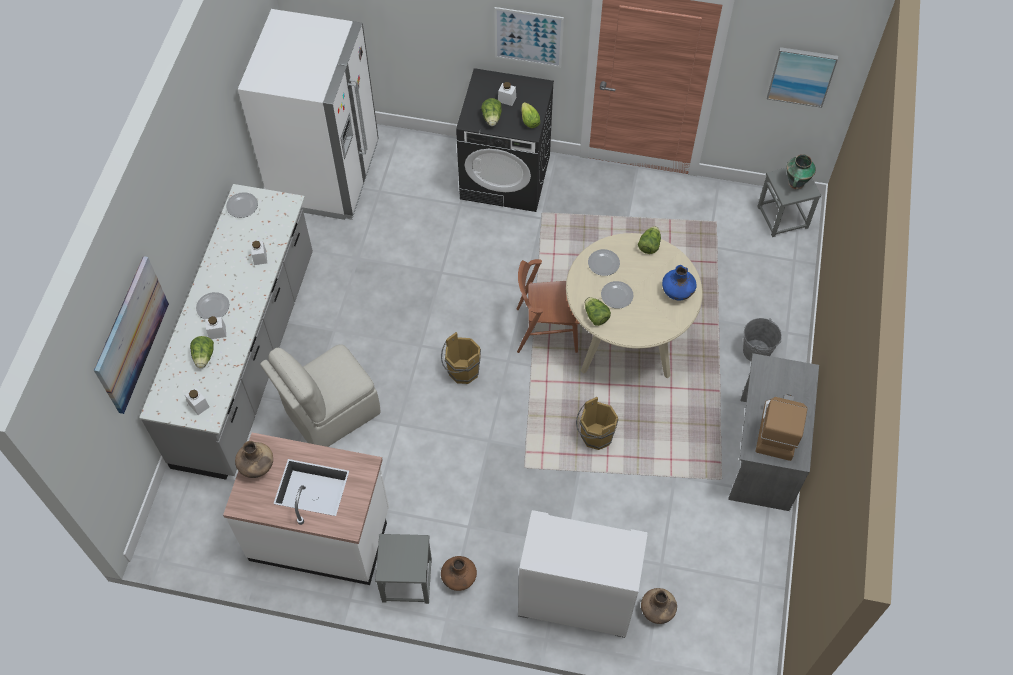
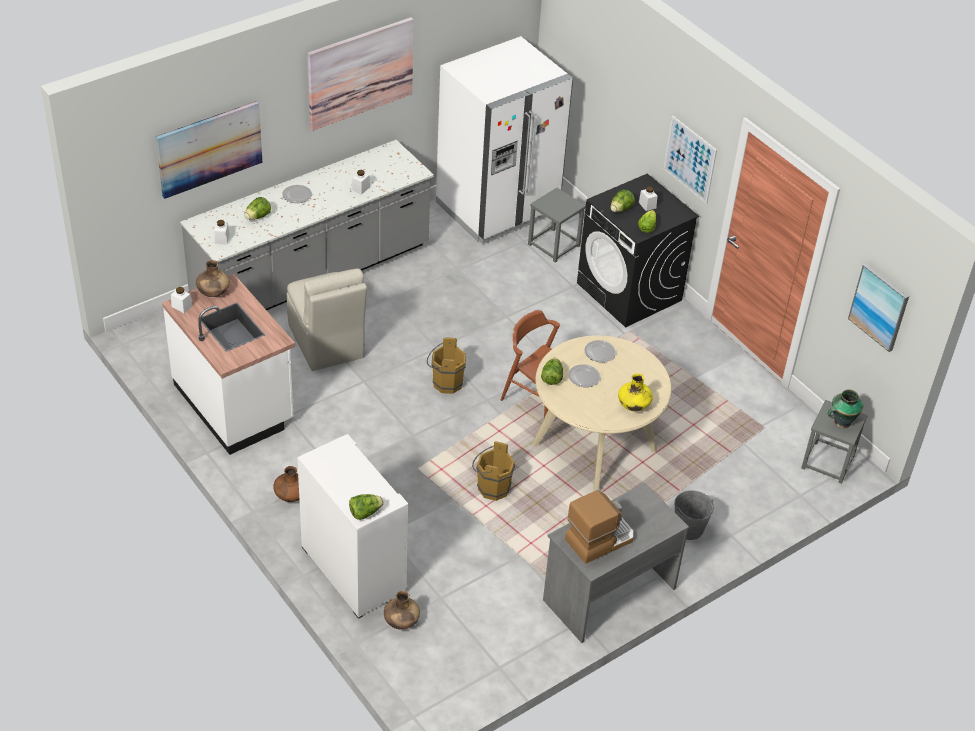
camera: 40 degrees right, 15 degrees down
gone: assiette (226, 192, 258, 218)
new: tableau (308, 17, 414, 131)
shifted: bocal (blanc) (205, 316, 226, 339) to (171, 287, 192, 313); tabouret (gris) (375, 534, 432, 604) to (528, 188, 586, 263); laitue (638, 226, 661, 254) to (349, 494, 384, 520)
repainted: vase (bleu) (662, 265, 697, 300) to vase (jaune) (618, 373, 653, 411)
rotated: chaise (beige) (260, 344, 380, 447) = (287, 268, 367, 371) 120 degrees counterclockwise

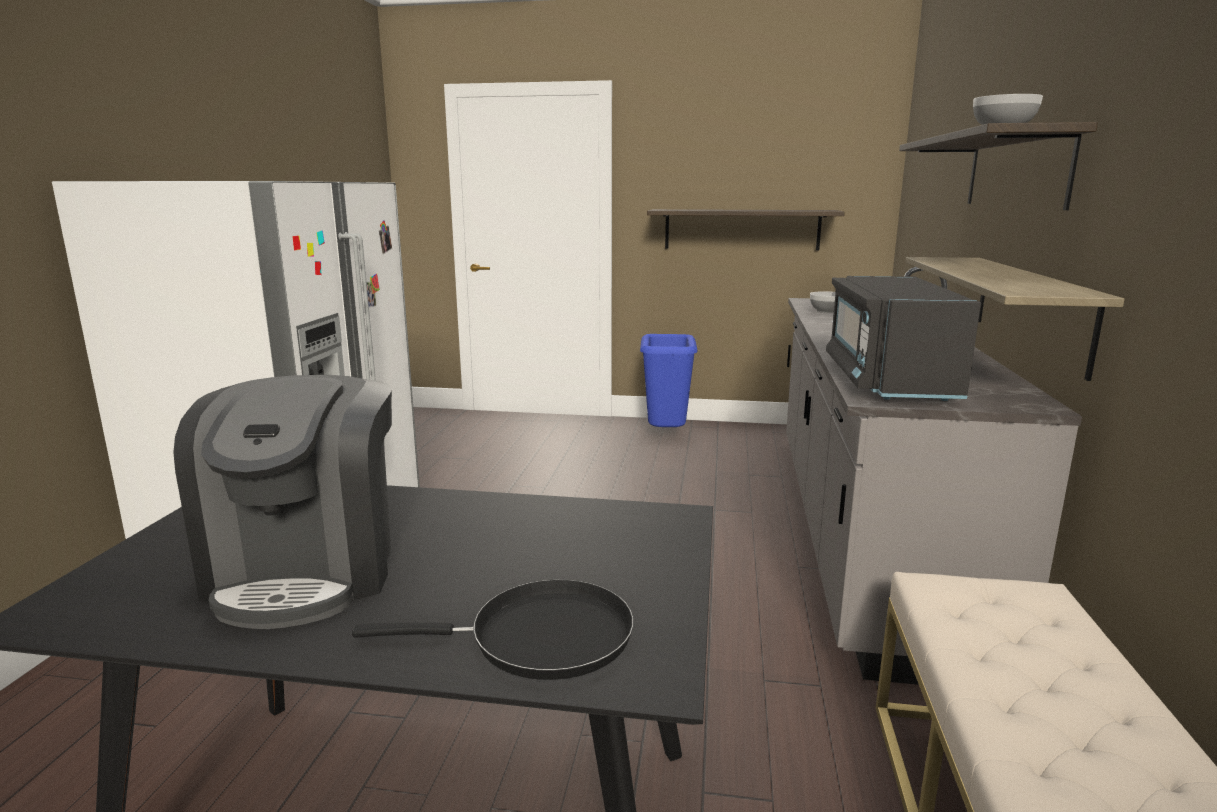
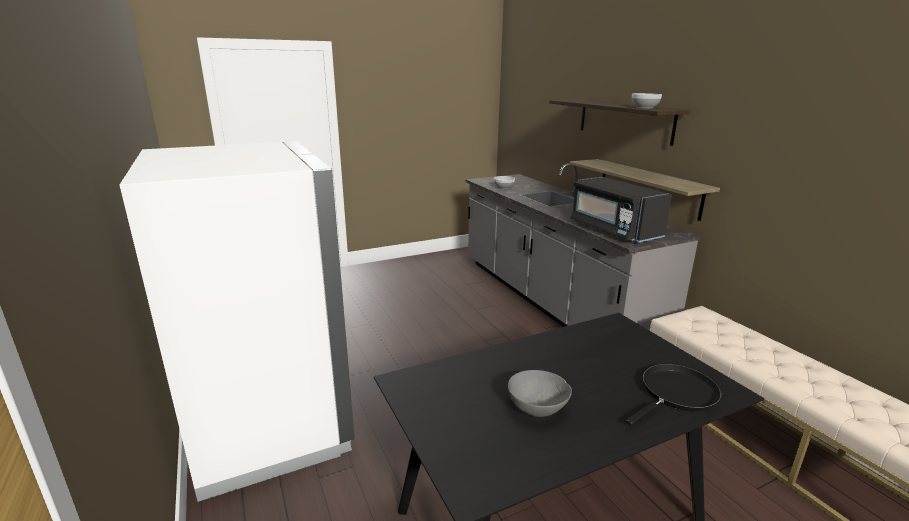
camera: 35 degrees left, 5 degrees up
gone: poubelle (bleu) (640, 334, 698, 427); étagère (647, 209, 845, 250)
swapped: machine à café (173, 375, 392, 629) to bol (gris) (508, 370, 572, 417)

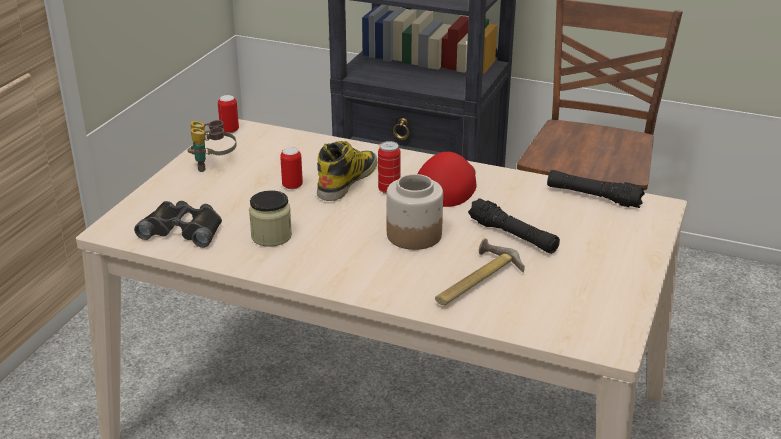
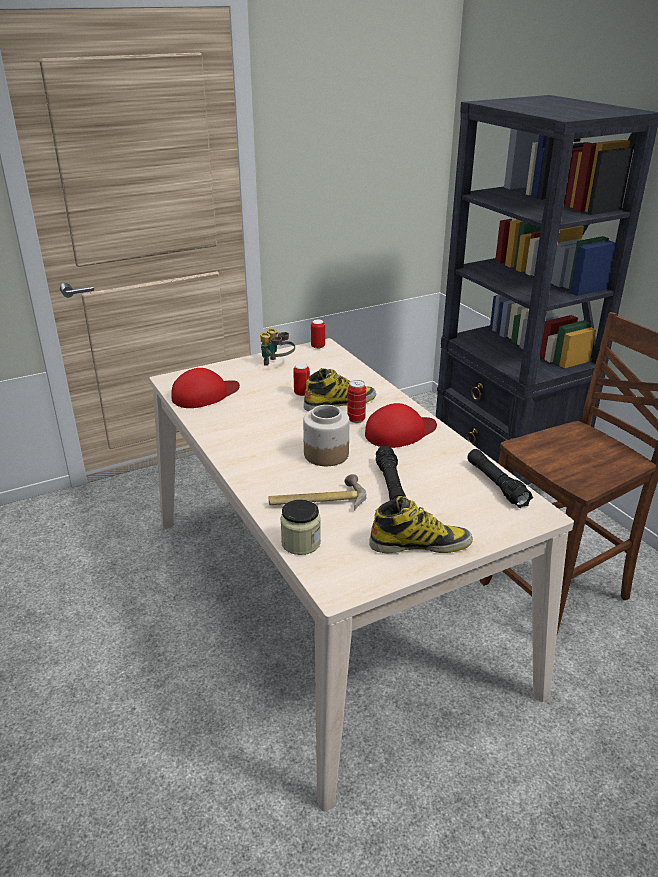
camera: 40 degrees right, 0 degrees up
new: botte (369, 496, 473, 554)
shifted: bocal (249, 190, 292, 247) to (280, 500, 321, 555)
swapped: jumelles (noir) (134, 201, 222, 248) to casquette (rouge) (171, 368, 240, 408)

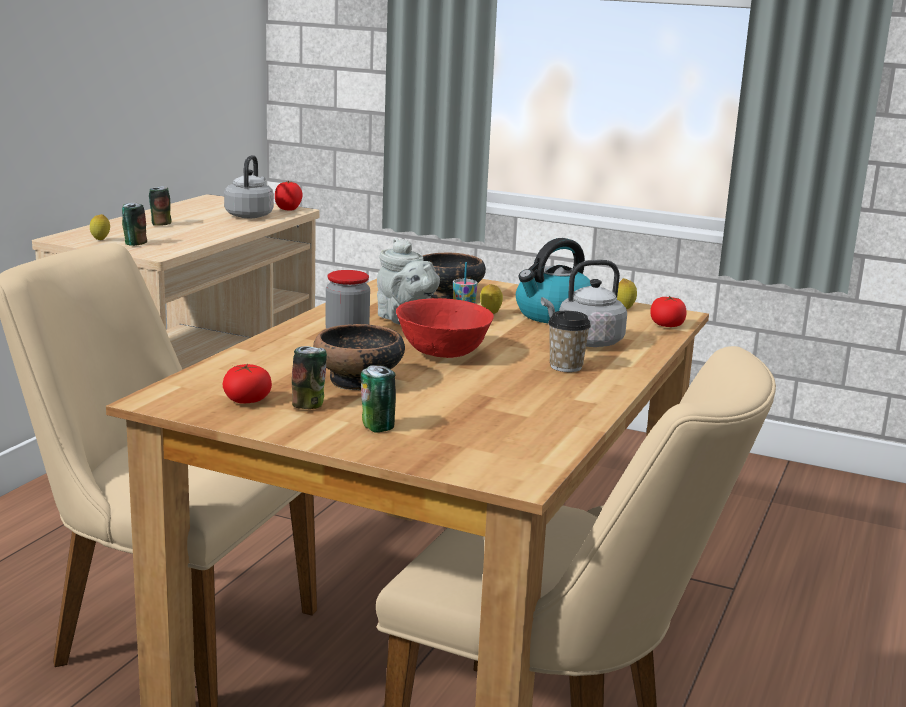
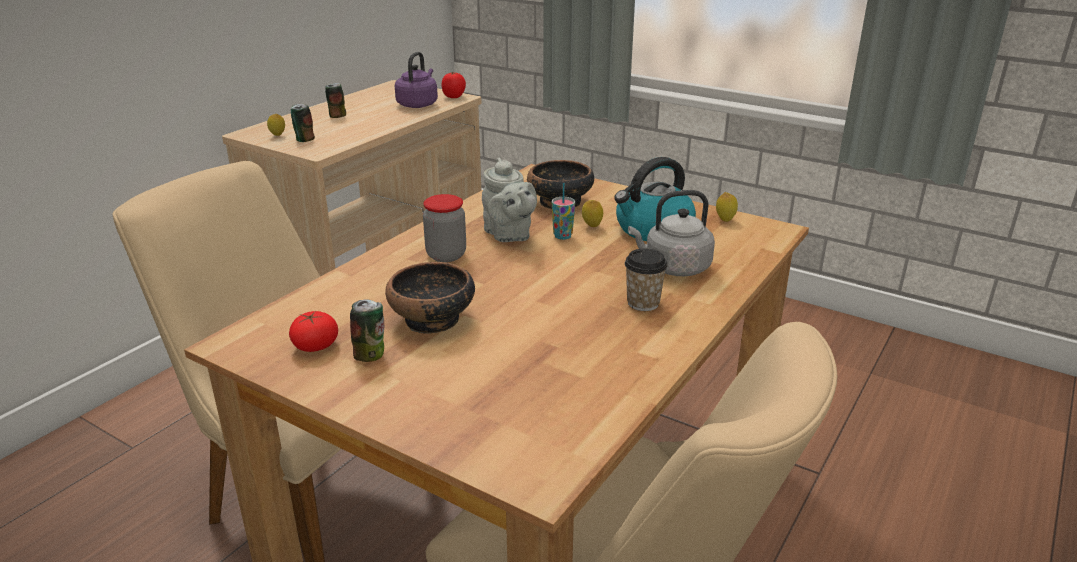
camera: 10 degrees right, 10 degrees up
gone: boîte métallique (361, 365, 396, 433); bol (rouge) (396, 298, 494, 358); tomate (650, 296, 687, 327)
repainted: bouilloire (gris) (224, 155, 274, 218) to bouilloire (violet) (395, 52, 438, 108)

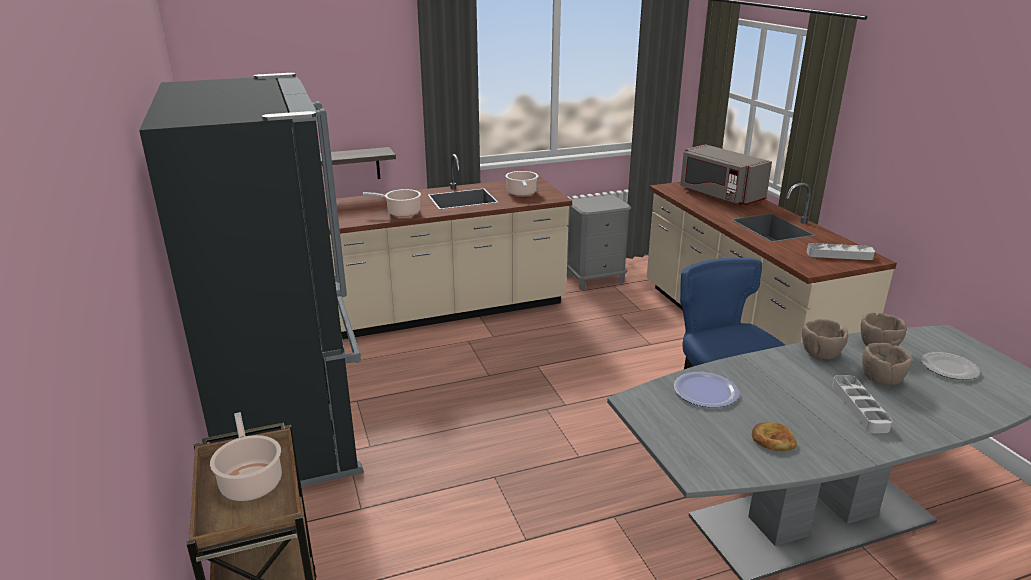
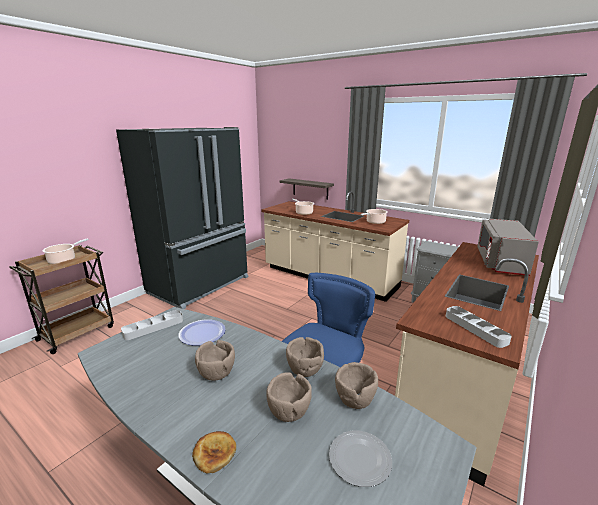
camera: 55 degrees right, 5 degrees down
new: bol (marron) (195, 340, 235, 381)
shifted: pain (752, 422, 797, 451) to (192, 431, 236, 473); plateau (gris) (832, 375, 892, 433) to (121, 310, 183, 340)

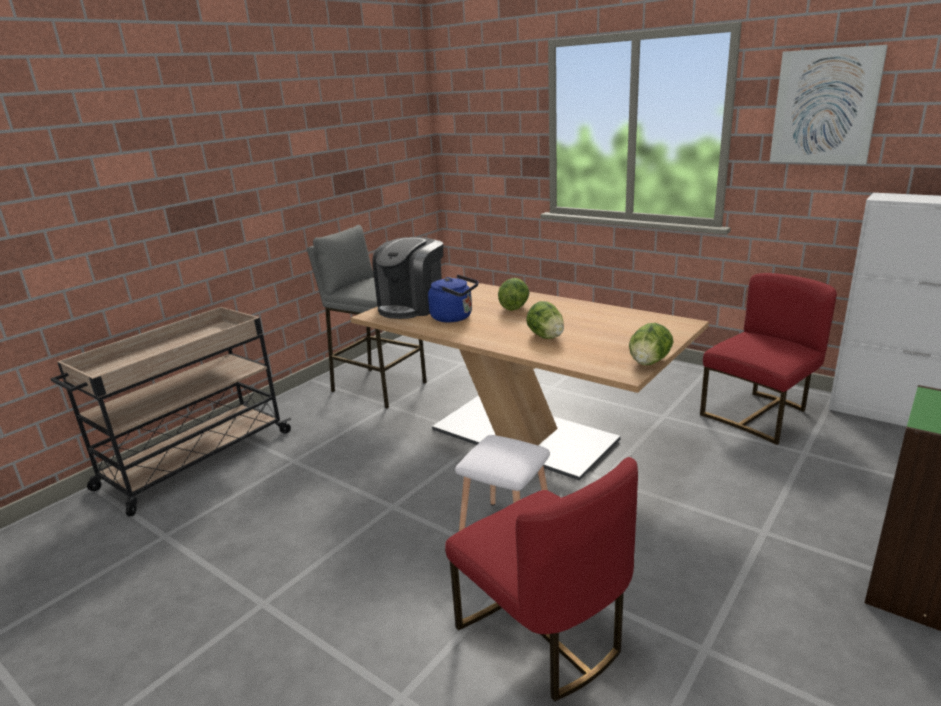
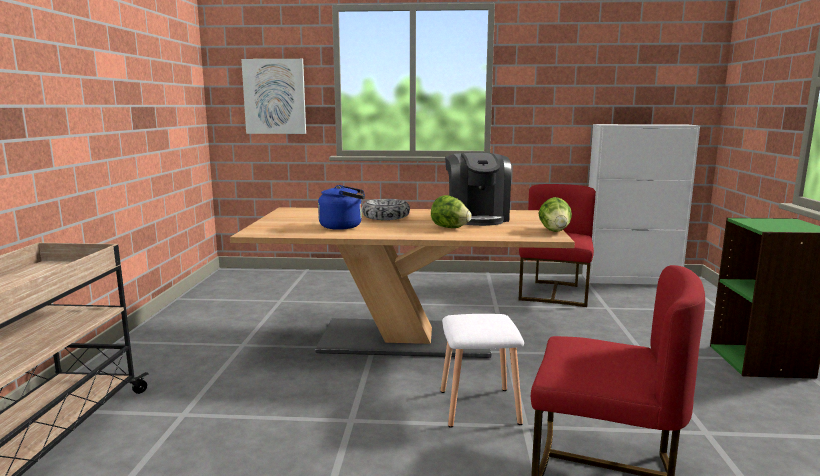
camera: 35 degrees left, 10 degrees down
gone: tabouret (gris) (307, 225, 427, 409)
shifted: machine à café (372, 237, 443, 319) to (445, 153, 511, 226); tableau (770, 45, 888, 164) to (241, 59, 306, 134)
swapped: laitue (498, 278, 530, 311) to bol (362, 199, 410, 220)

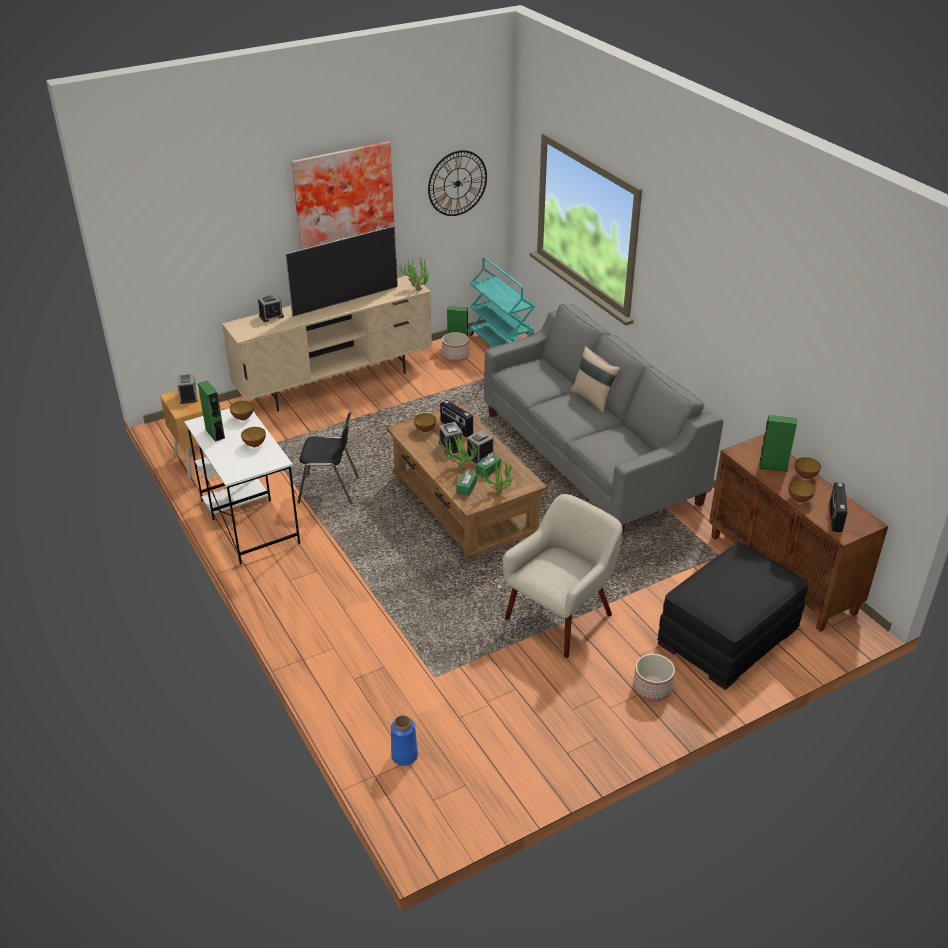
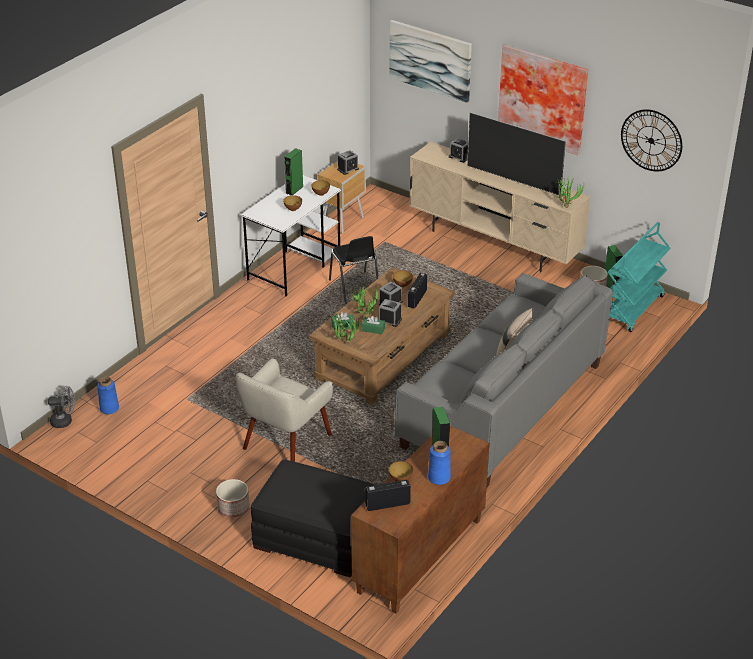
camera: 65 degrees right, 0 degrees up
new: ventilateur (gris) (48, 386, 75, 428); tableau (389, 20, 472, 103)
swapped: bol (794, 457, 821, 479) to vase (bleu) (428, 441, 451, 485)
rotated: fauteuil (beige) (503, 494, 622, 658) = (236, 358, 333, 462) 105 degrees clockwise

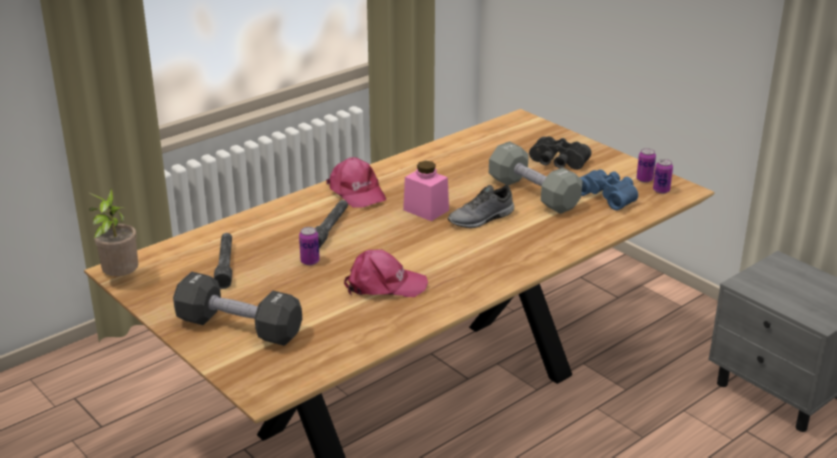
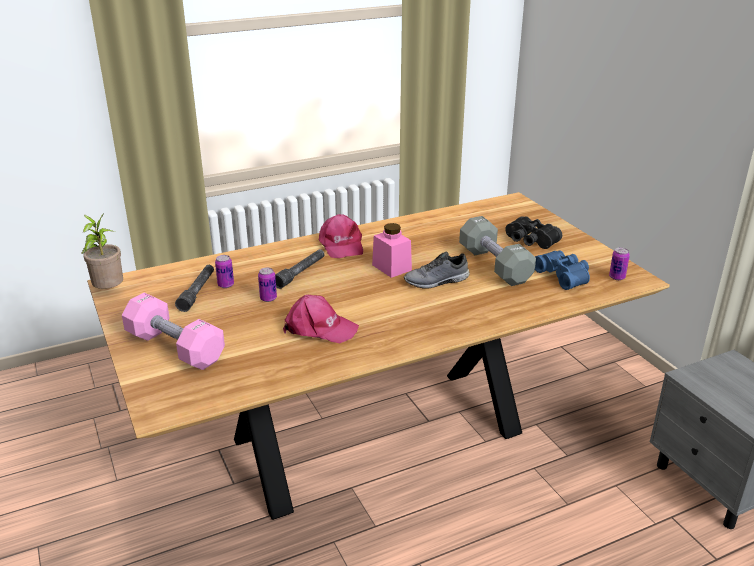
camera: 15 degrees right, 0 degrees up
shifted: boîte métallique (637, 148, 656, 183) to (215, 255, 234, 288)
repainted: haltère (noir) (173, 272, 302, 346) to haltère (rose) (122, 292, 225, 370)

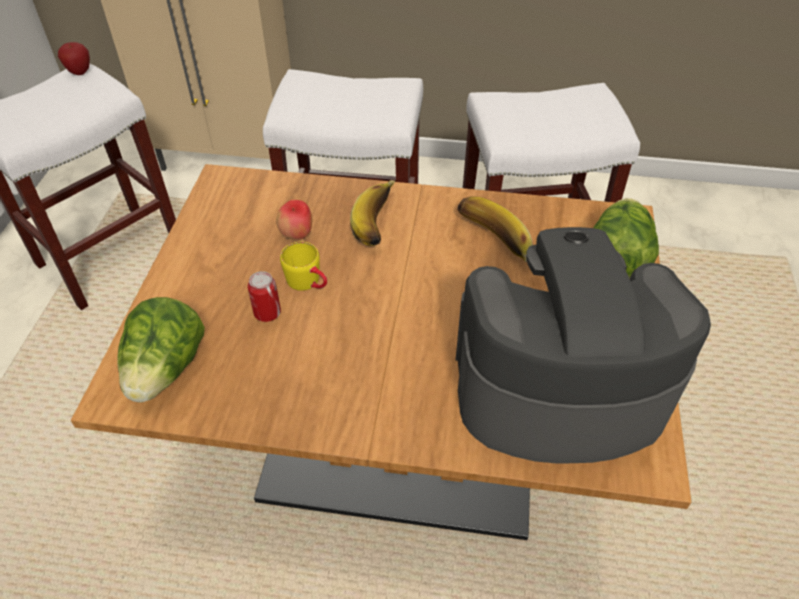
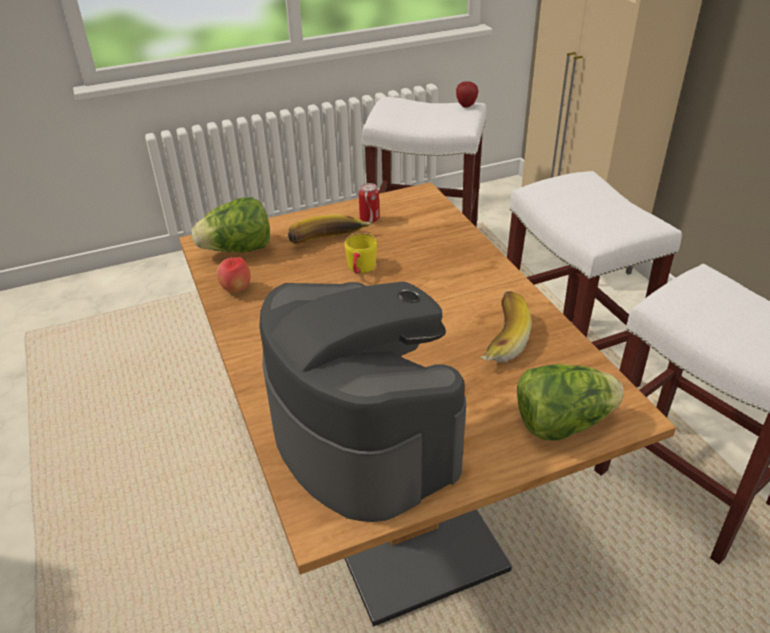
camera: 60 degrees right, 10 degrees down
shifted: boîte métallique (248, 271, 281, 322) to (359, 183, 380, 223); pomme (276, 200, 312, 239) to (216, 257, 251, 293); banane (350, 180, 396, 246) to (288, 214, 371, 244)

